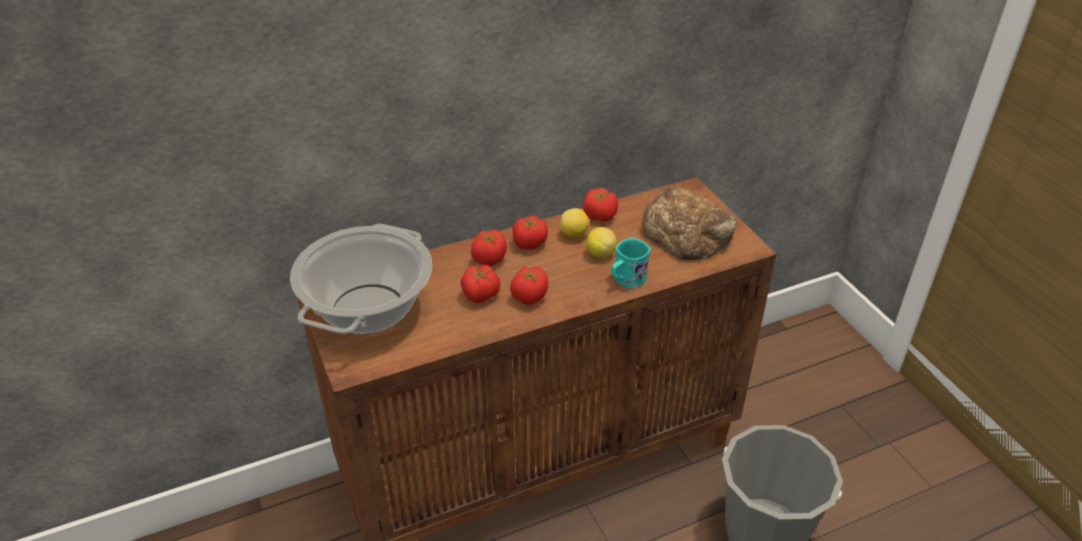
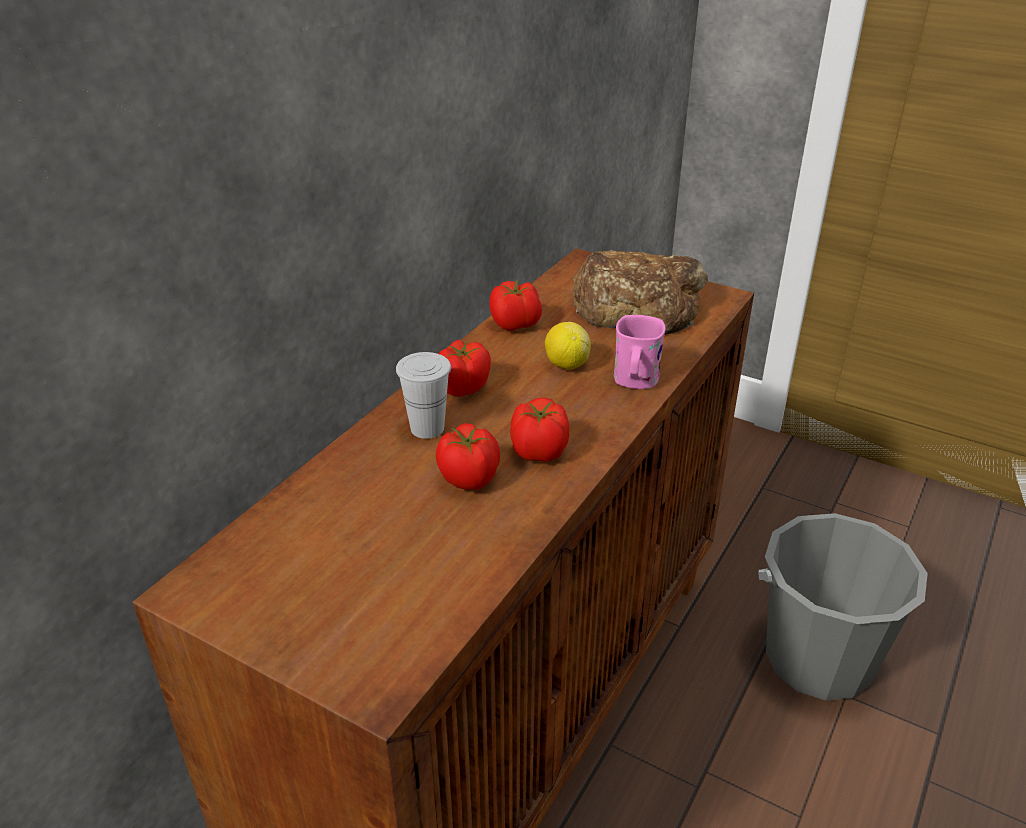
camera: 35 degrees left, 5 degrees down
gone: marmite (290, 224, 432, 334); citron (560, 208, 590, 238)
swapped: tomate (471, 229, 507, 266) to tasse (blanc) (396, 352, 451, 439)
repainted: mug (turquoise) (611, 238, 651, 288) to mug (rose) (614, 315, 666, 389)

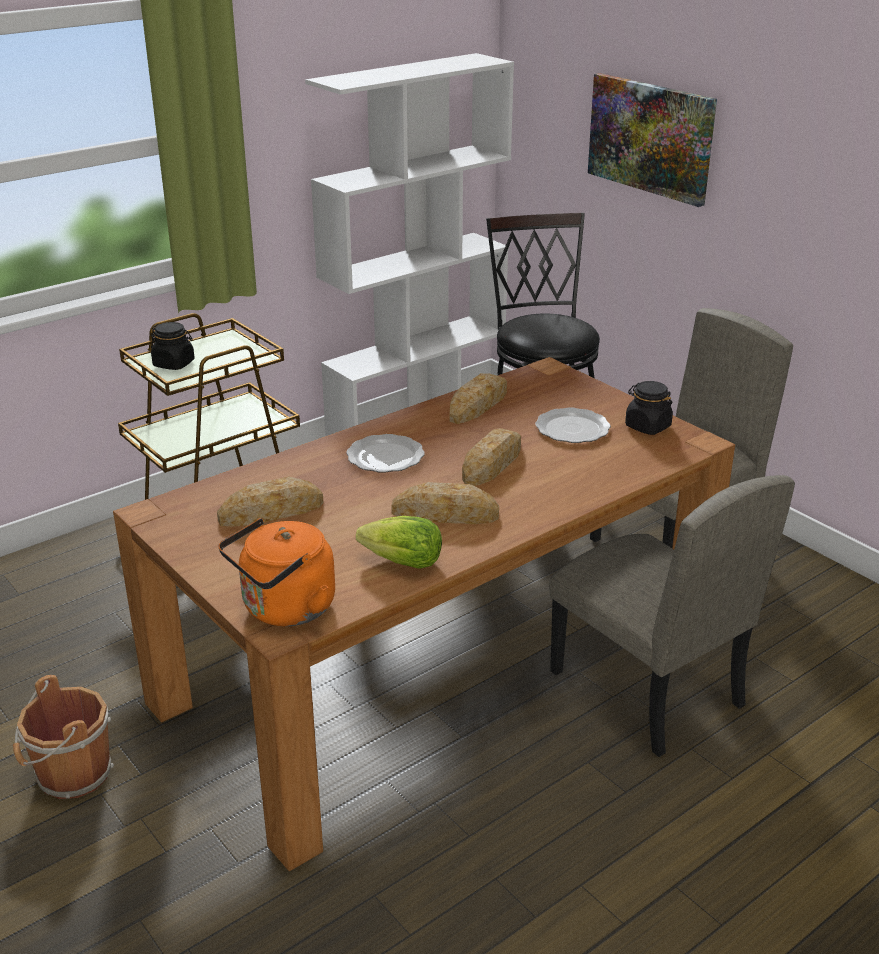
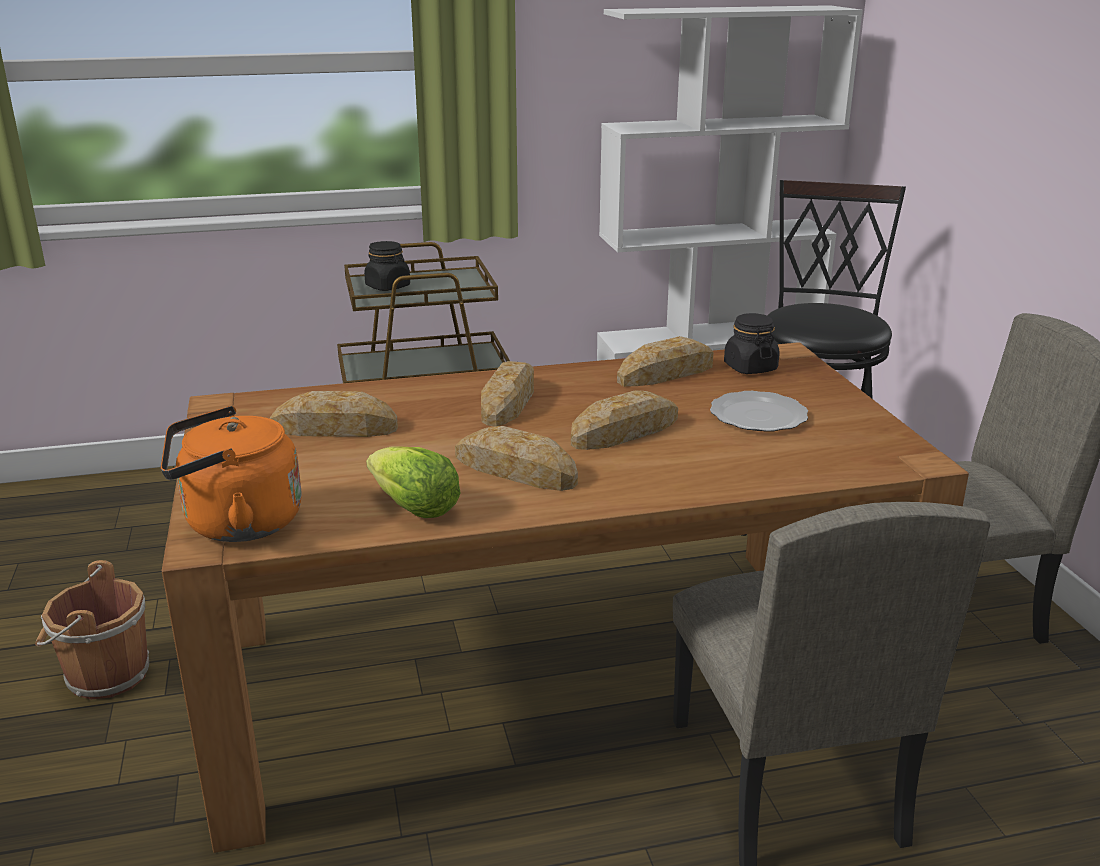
camera: 25 degrees right, 5 degrees down
gone: tableau (588, 73, 717, 207)
shifted: bocal (noir) (625, 381, 673, 435) to (724, 313, 780, 374)
swapped: assiette (346, 434, 425, 473) to pain (481, 361, 534, 427)

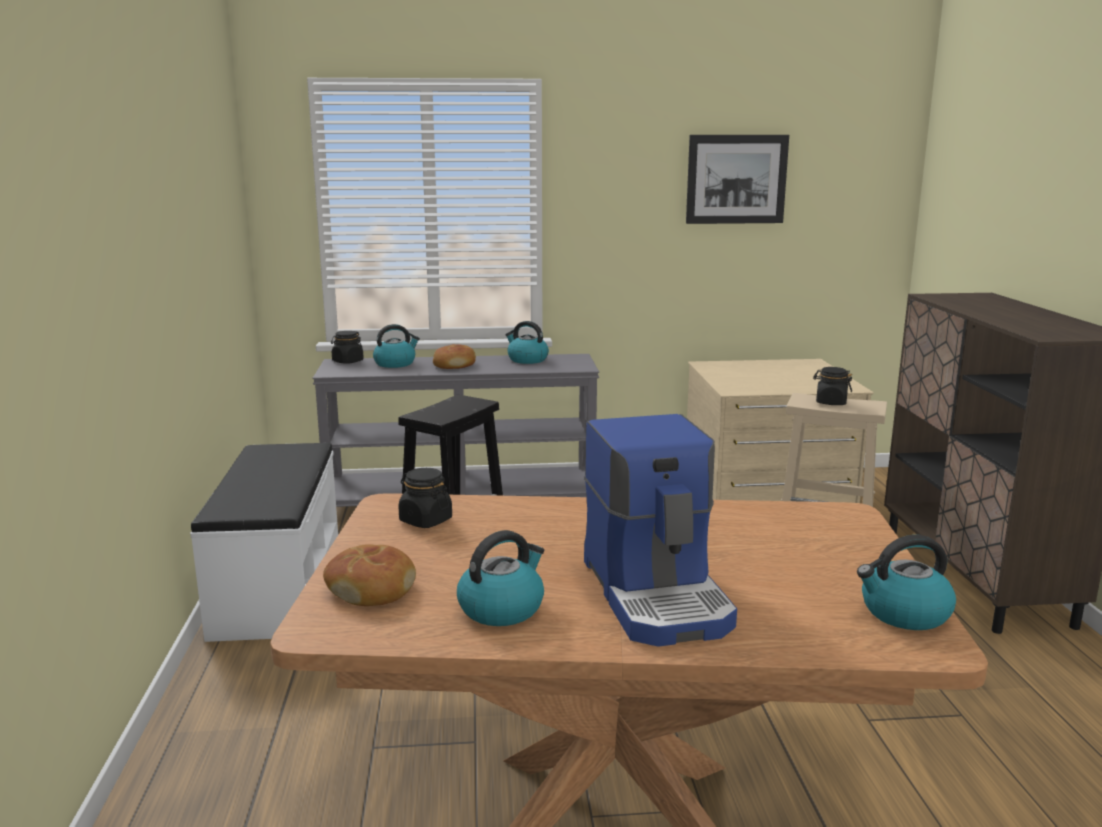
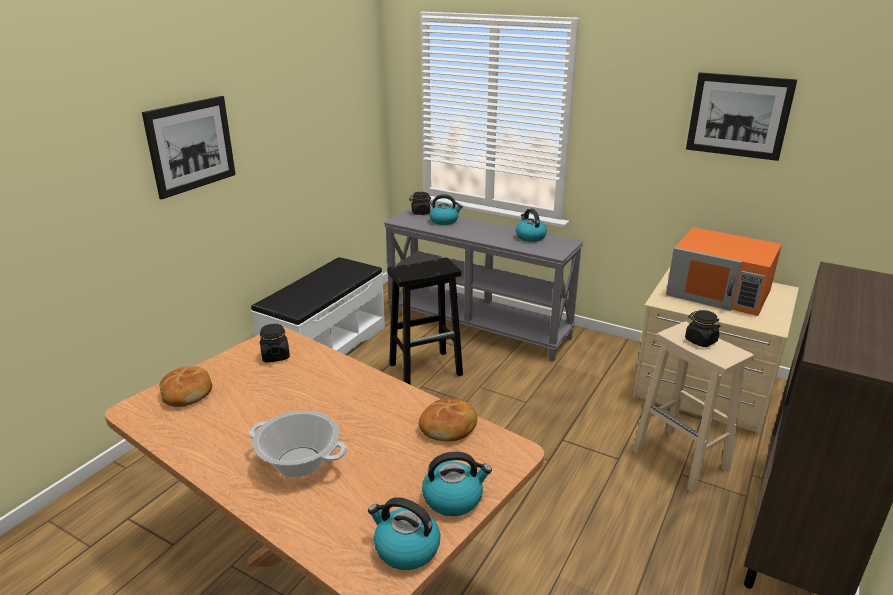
camera: 35 degrees right, 10 degrees up
new: tableau (142, 96, 236, 199); micro-ondes (orange) (666, 227, 782, 316)
shifted: pain (433, 344, 476, 369) to (419, 398, 477, 442); bouilloire (457, 530, 544, 626) to (422, 451, 492, 516)
swapped: machine à café (584, 414, 737, 647) to marmite (249, 411, 347, 477)

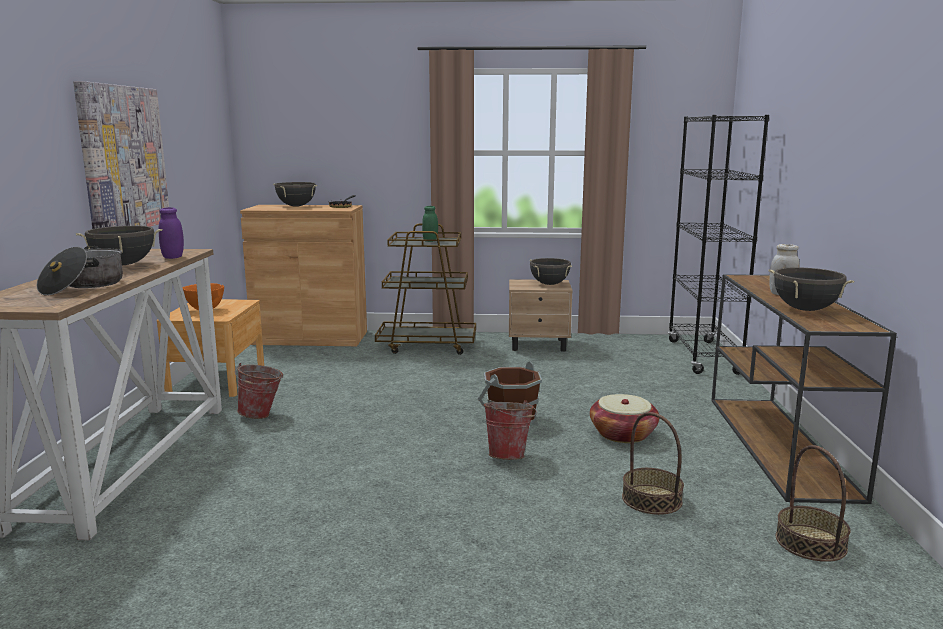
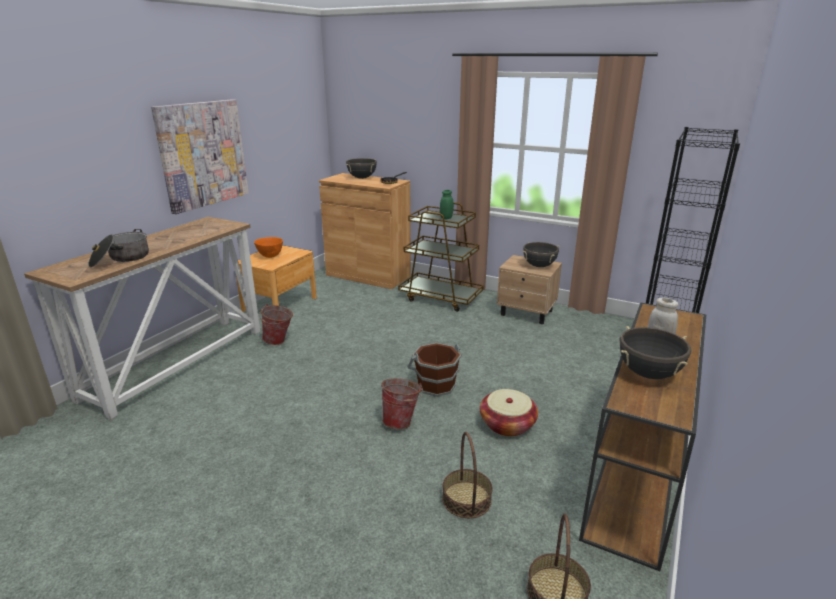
camera: 25 degrees right, 10 degrees up
gone: marmite (noir) (76, 226, 162, 265); bocal (violet) (158, 207, 184, 259)

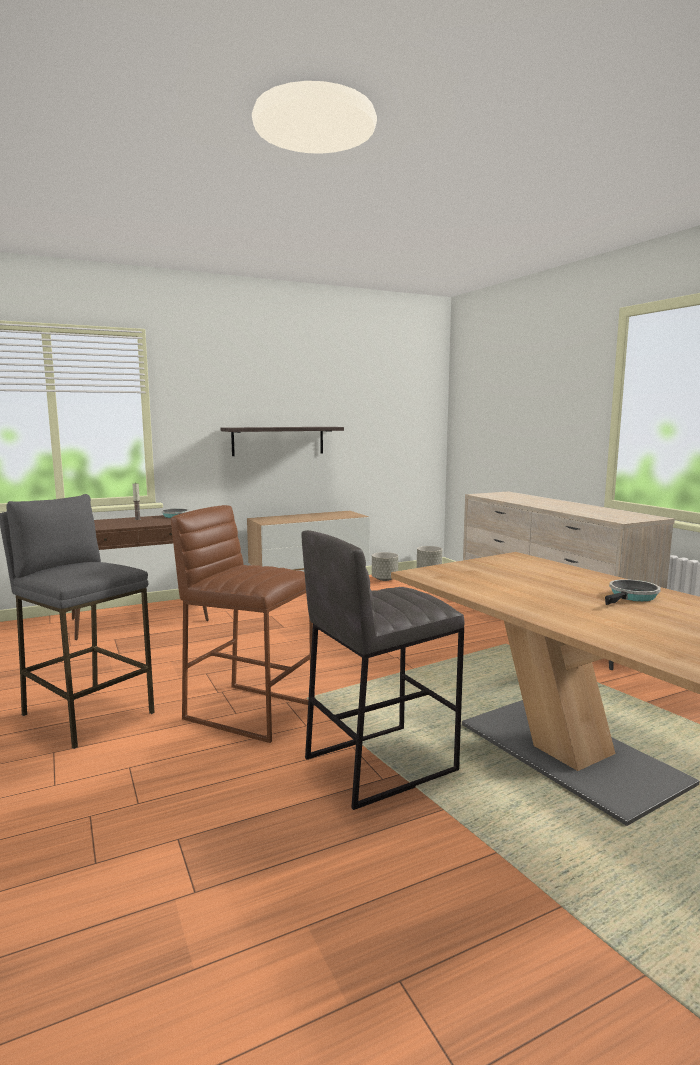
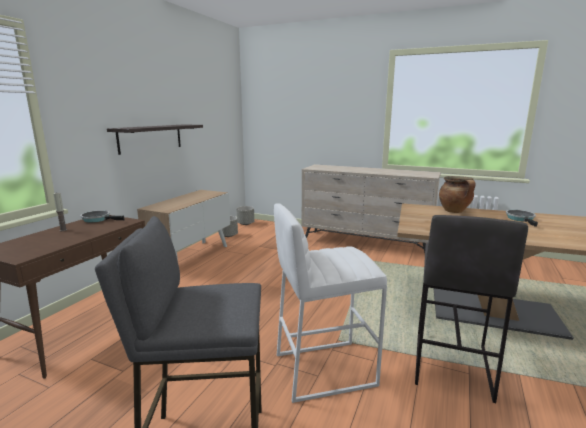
camera: 40 degrees left, 5 degrees up
new: marmite (439, 176, 475, 213)
repainted: tabouret (marron) (171, 505, 315, 743) to tabouret (blanc) (274, 203, 387, 403)

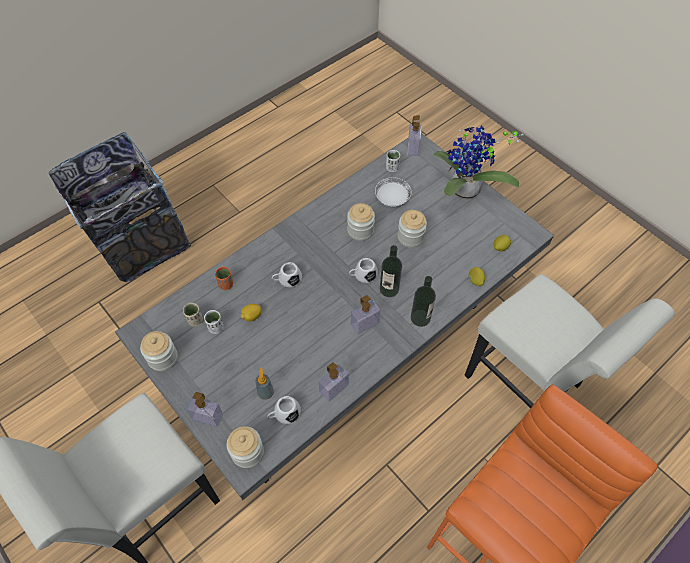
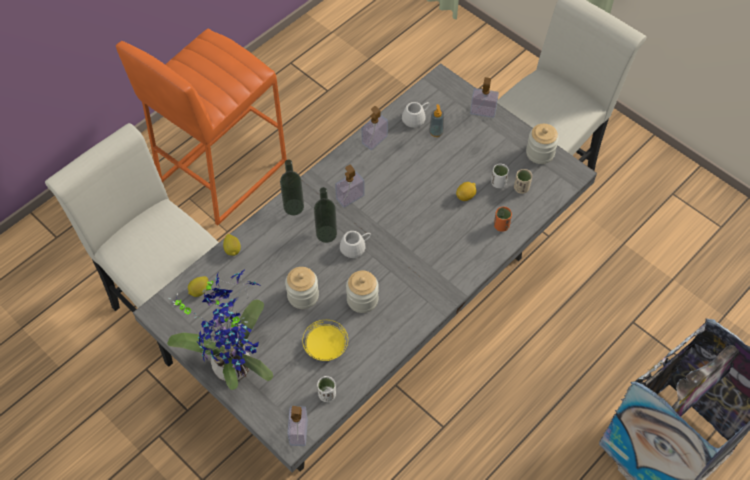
camera: 175 degrees right, 0 degrees up
gone: bocal (227, 427, 264, 468); mug (blanc) (272, 262, 302, 287)
repainted: assiette (blanc) (375, 177, 411, 207) to assiette (jaune) (302, 320, 348, 361)

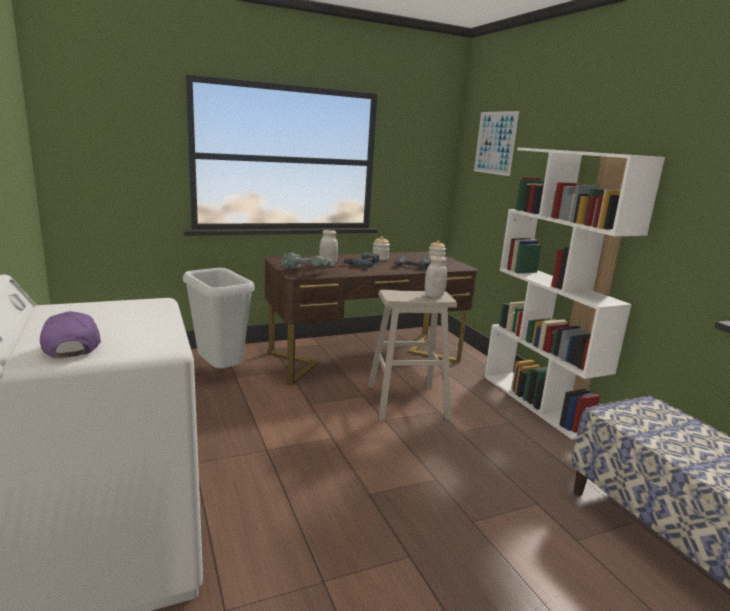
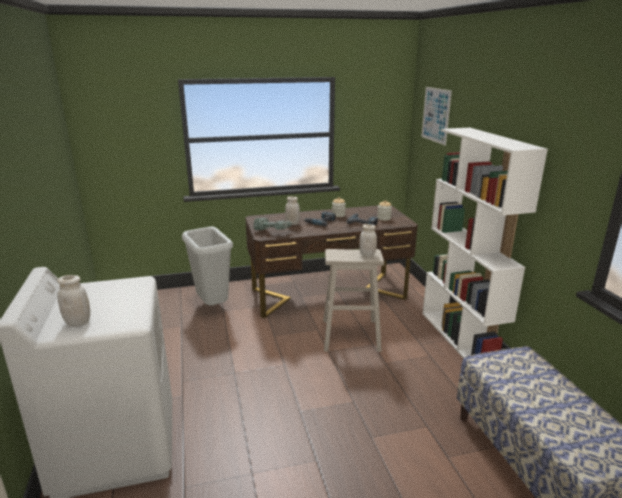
camera: 10 degrees right, 5 degrees up
swapped: casquette (violet) (40, 311, 101, 358) to bocal (blanc) (57, 275, 90, 327)

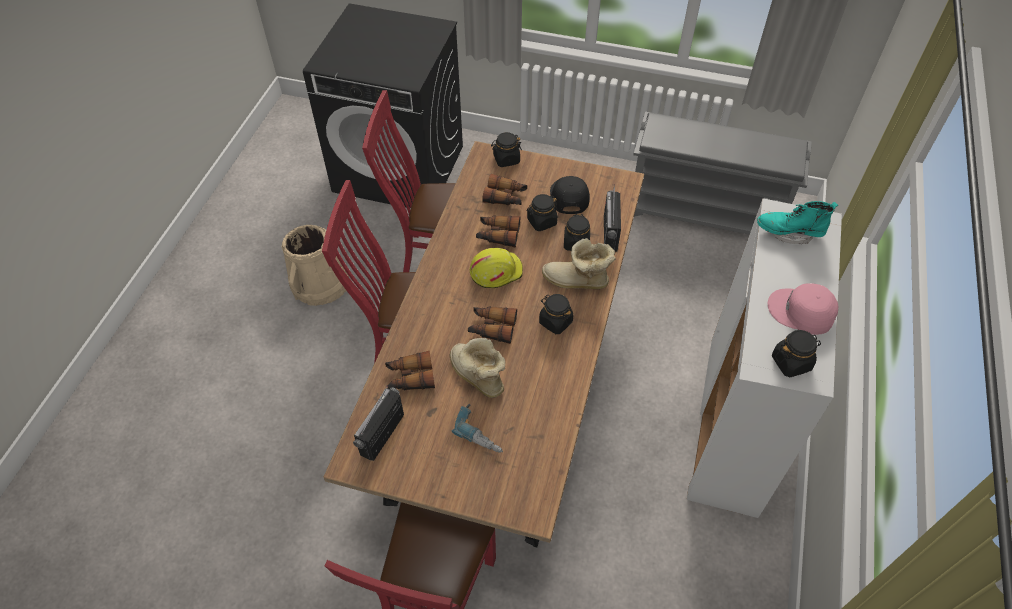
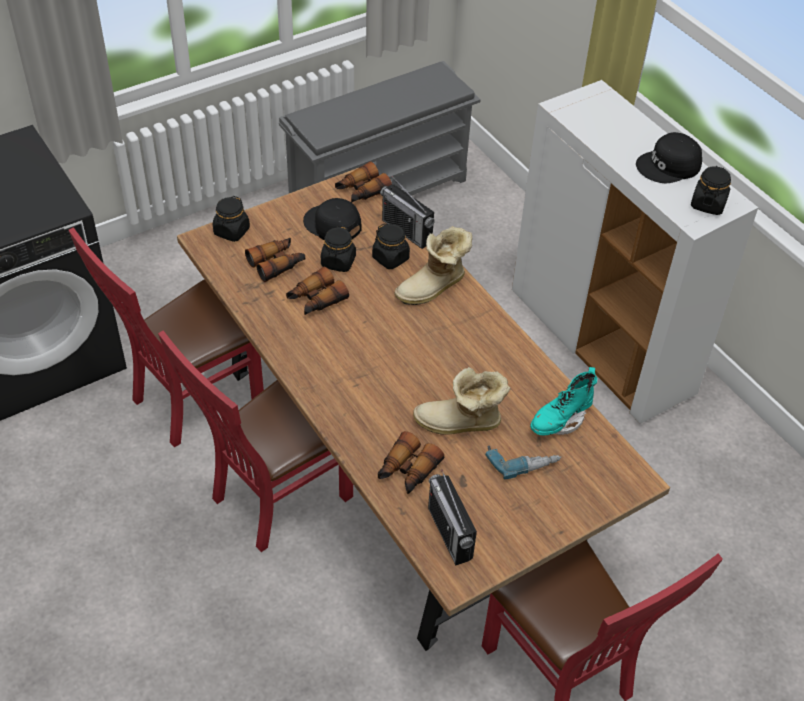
camera: 50 degrees left, 5 degrees down
gone: seau (beige) (282, 225, 349, 306); casque de chantier (jaune) (470, 248, 523, 288); bocal (noir) (539, 294, 573, 334)
shifted: jumelles (468, 306, 517, 344) to (335, 161, 392, 203); botte (turquoise) (757, 201, 838, 244) to (530, 367, 597, 435)
repainted: casquette (rose) (768, 283, 838, 335) to casquette (noir) (636, 132, 702, 183)

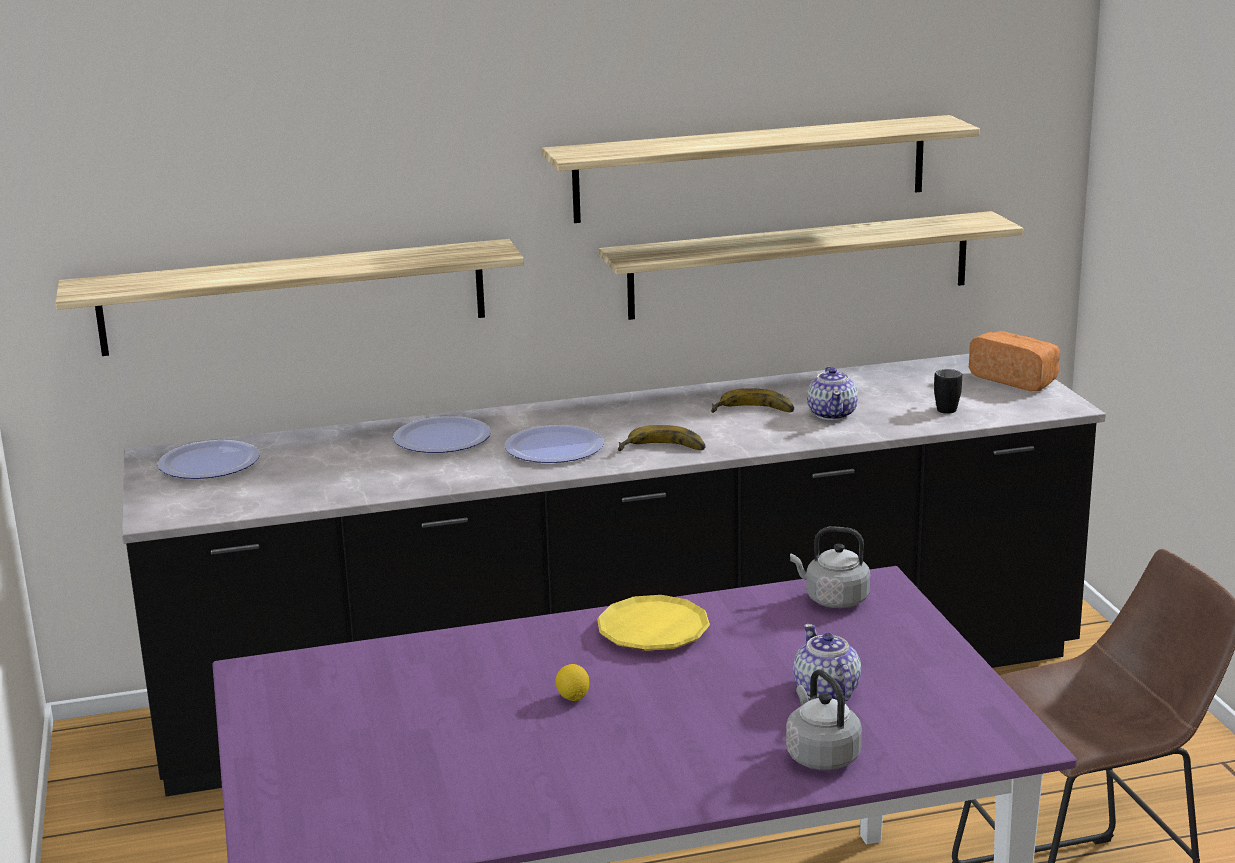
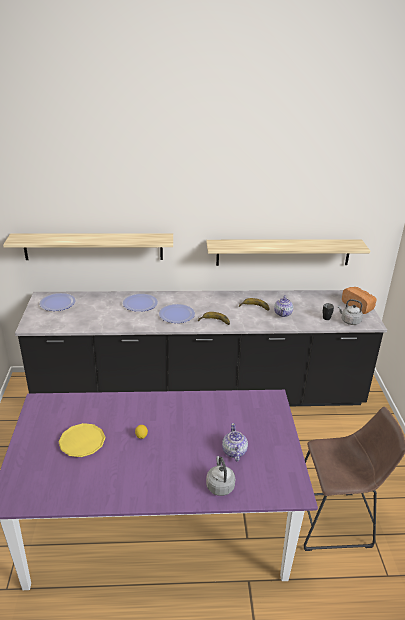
camera: 10 degrees right, 10 degrees up
gone: étagère (542, 115, 980, 223)
shifted: assiette (jaune) (597, 595, 710, 651) to (59, 423, 106, 457); bouilloire (gris) (790, 527, 870, 608) to (338, 299, 363, 325)

